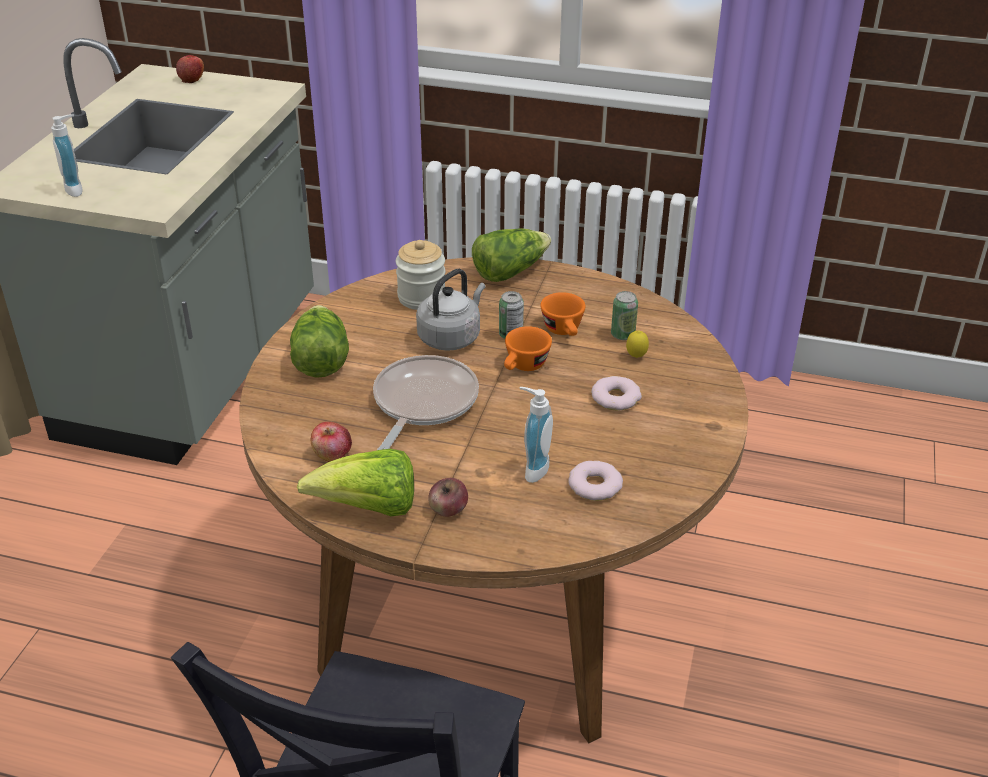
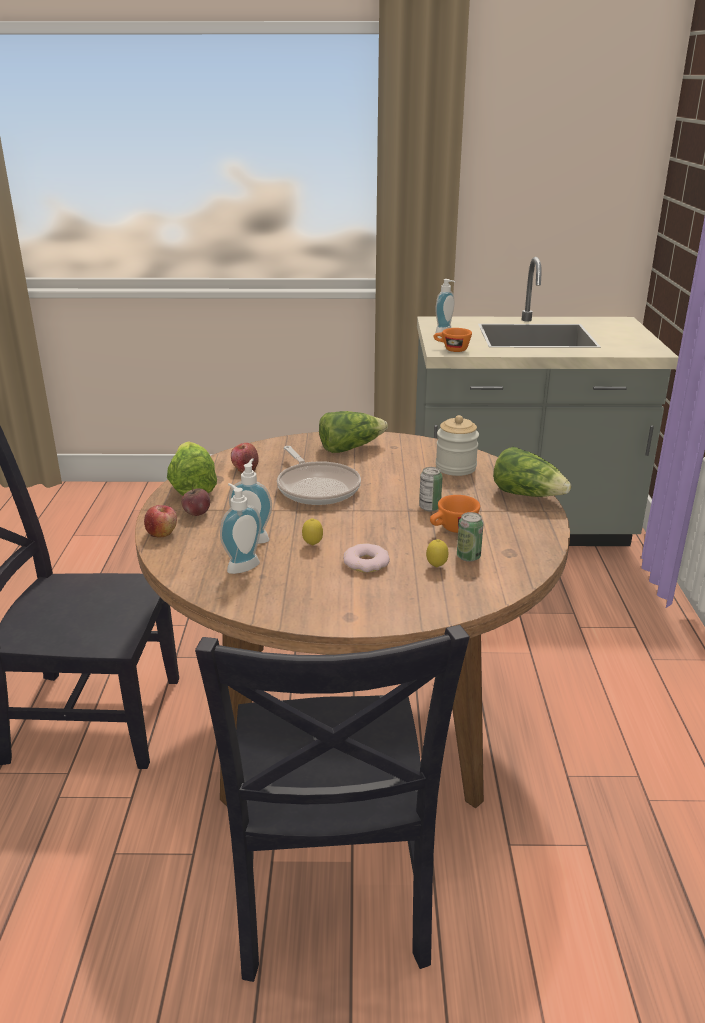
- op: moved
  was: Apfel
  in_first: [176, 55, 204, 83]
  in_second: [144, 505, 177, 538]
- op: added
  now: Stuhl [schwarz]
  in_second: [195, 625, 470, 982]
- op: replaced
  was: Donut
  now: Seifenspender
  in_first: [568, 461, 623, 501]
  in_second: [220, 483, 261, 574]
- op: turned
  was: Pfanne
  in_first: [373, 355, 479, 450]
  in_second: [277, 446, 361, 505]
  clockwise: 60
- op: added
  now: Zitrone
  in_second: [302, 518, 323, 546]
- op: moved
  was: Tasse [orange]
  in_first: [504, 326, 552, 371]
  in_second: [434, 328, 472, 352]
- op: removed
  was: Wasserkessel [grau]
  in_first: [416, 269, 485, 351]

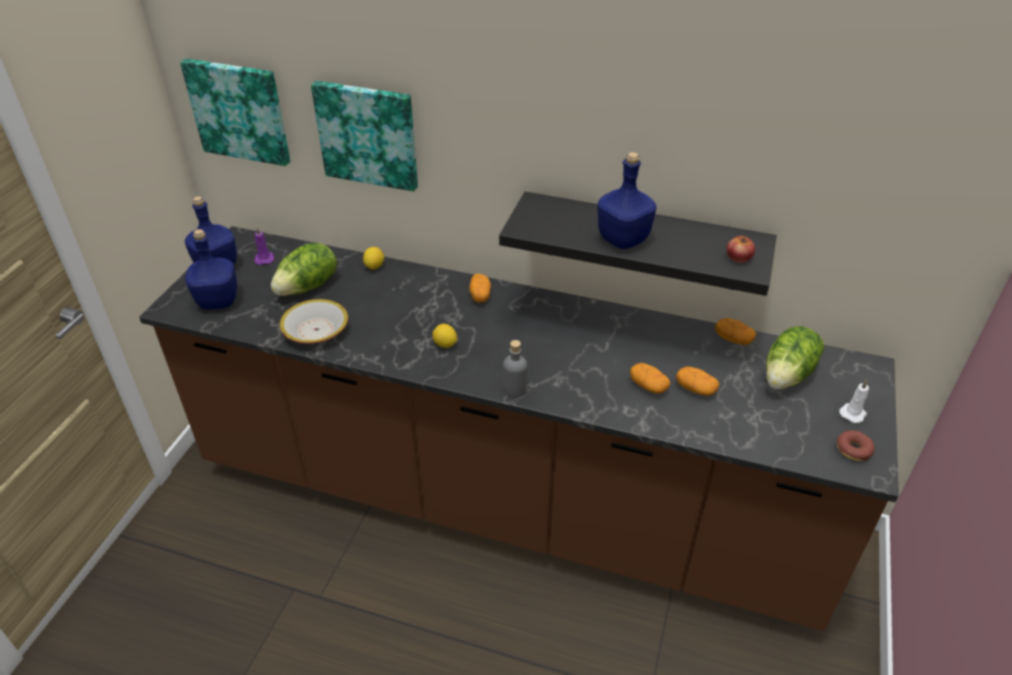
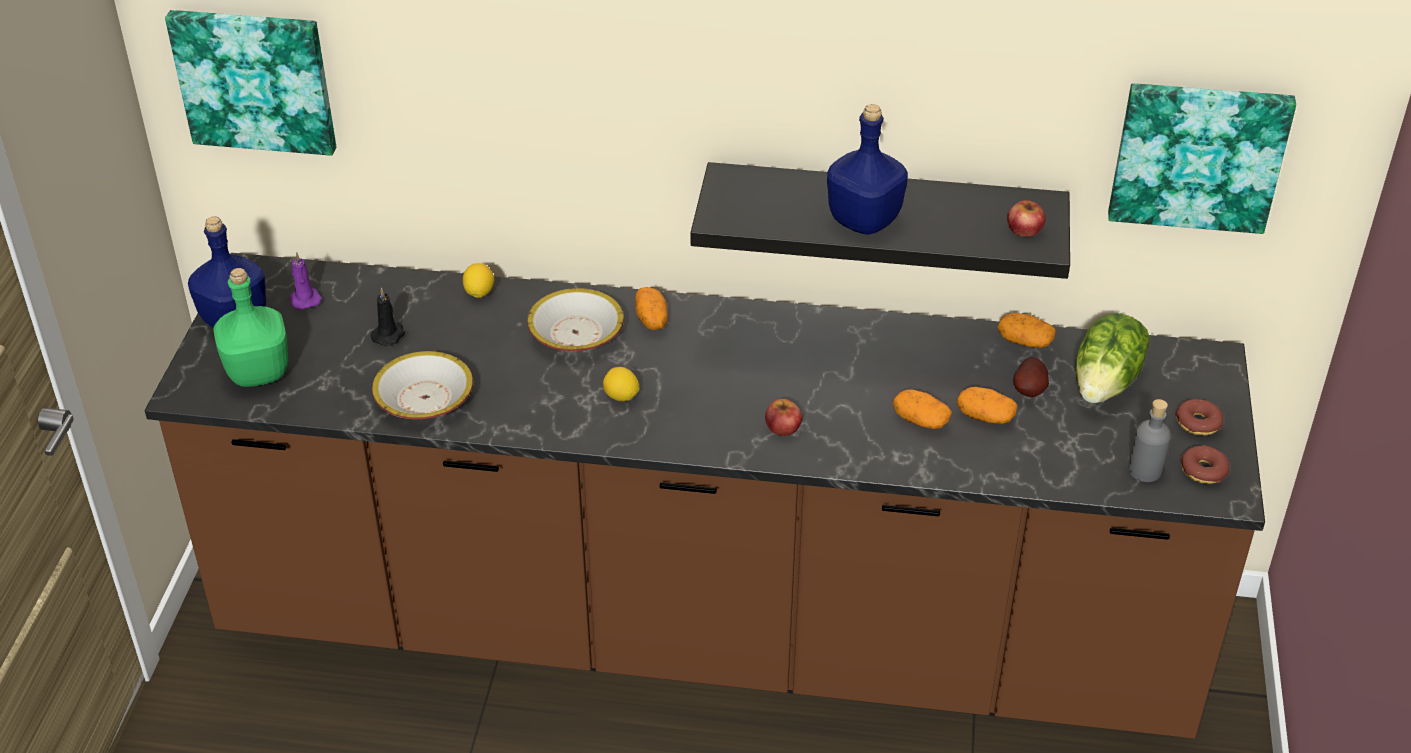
- op: recoloured
  was: Flasche [blau]
  now: Flasche [grün]
  in_first: [186, 229, 237, 310]
  in_second: [214, 268, 288, 387]
- op: replaced
  was: Salatkopf
  now: Kerze [schwarz]
  in_first: [271, 243, 337, 296]
  in_second: [370, 287, 405, 346]
- op: added
  now: Schüssel
  in_second: [527, 288, 624, 351]
- op: added
  now: Apfel
  in_second: [765, 399, 803, 436]
- op: added
  now: Kartoffel
  in_second: [1013, 357, 1049, 397]
- op: moved
  was: Bild
  in_first: [311, 81, 418, 192]
  in_second: [1108, 83, 1296, 234]
- op: moved
  was: Flasche [grau]
  in_first: [503, 340, 527, 398]
  in_second: [1128, 399, 1171, 482]
- op: replaced
  was: Kerze [weiß]
  now: Donut
  in_first: [839, 380, 869, 423]
  in_second: [1175, 399, 1223, 436]

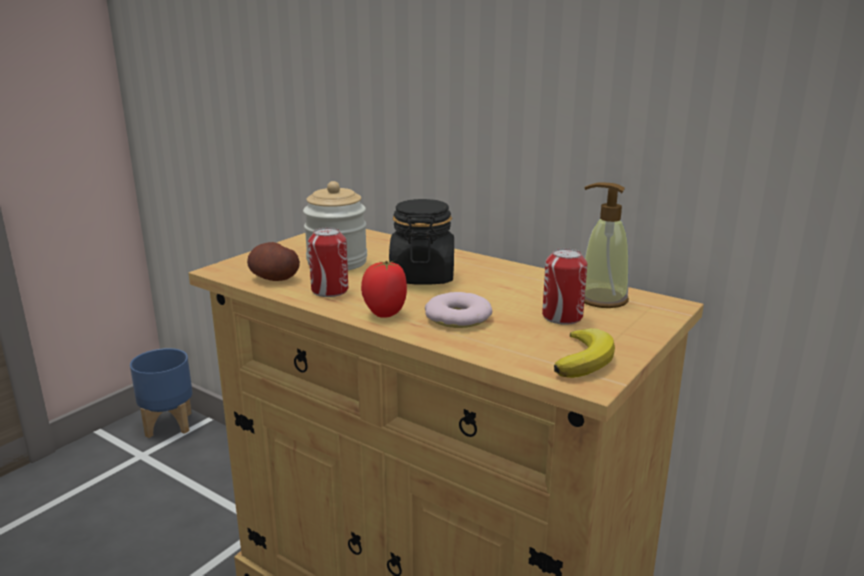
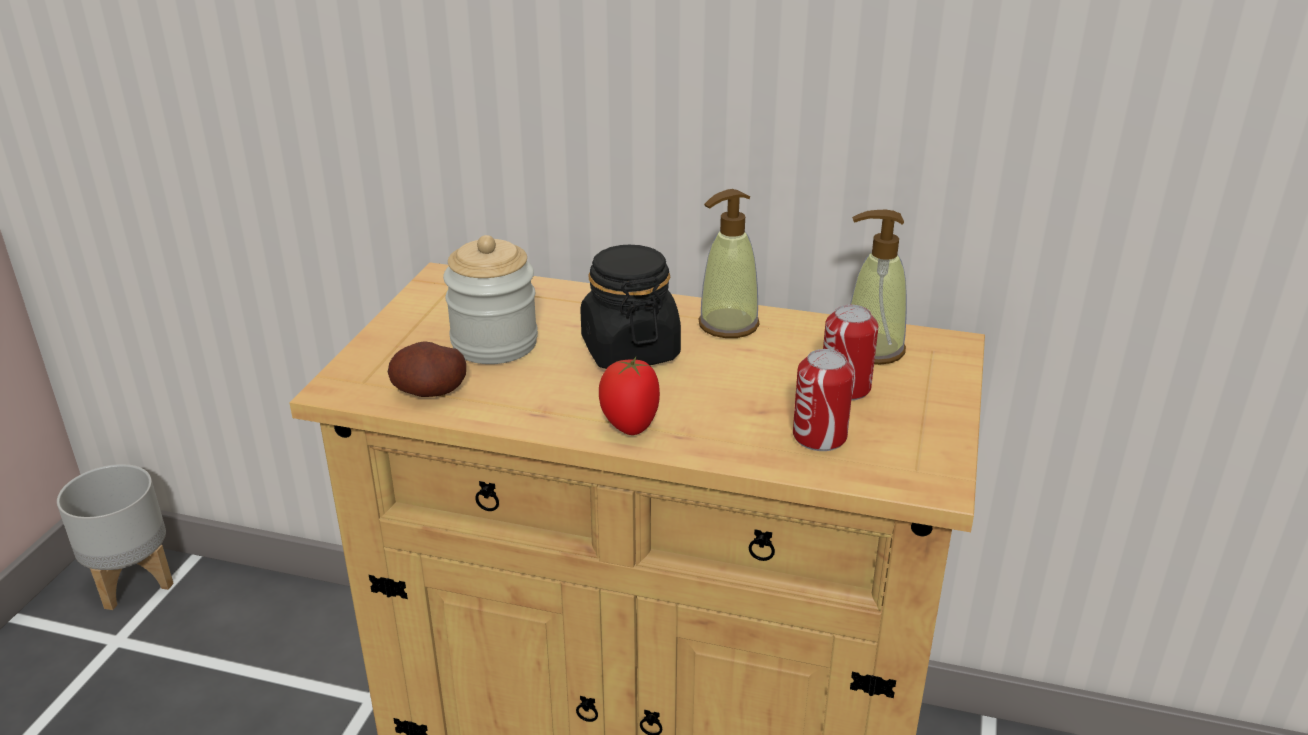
- op: recoloured
  was: Pflanzkübel [blau]
  now: Pflanzkübel [grau]
  in_first: [130, 348, 193, 438]
  in_second: [57, 464, 174, 610]
- op: added
  now: Seifenspender
  in_second: [699, 189, 760, 338]
- op: moved
  was: Dose
  in_first: [308, 227, 348, 297]
  in_second: [793, 349, 854, 451]
- op: removed
  was: Donut
  in_first: [425, 292, 492, 328]
- op: removed
  was: Banane
  in_first: [554, 328, 615, 378]

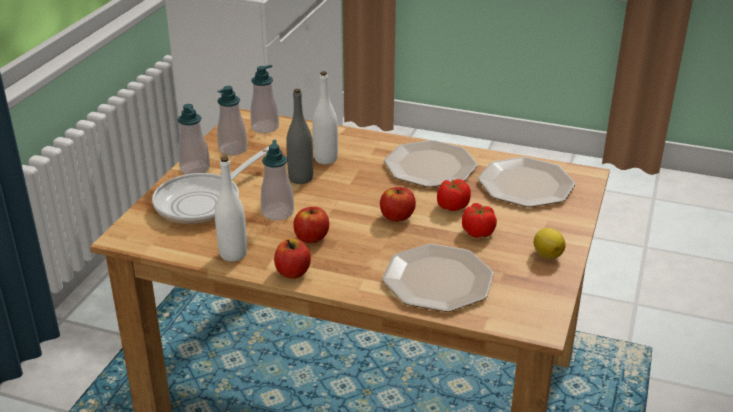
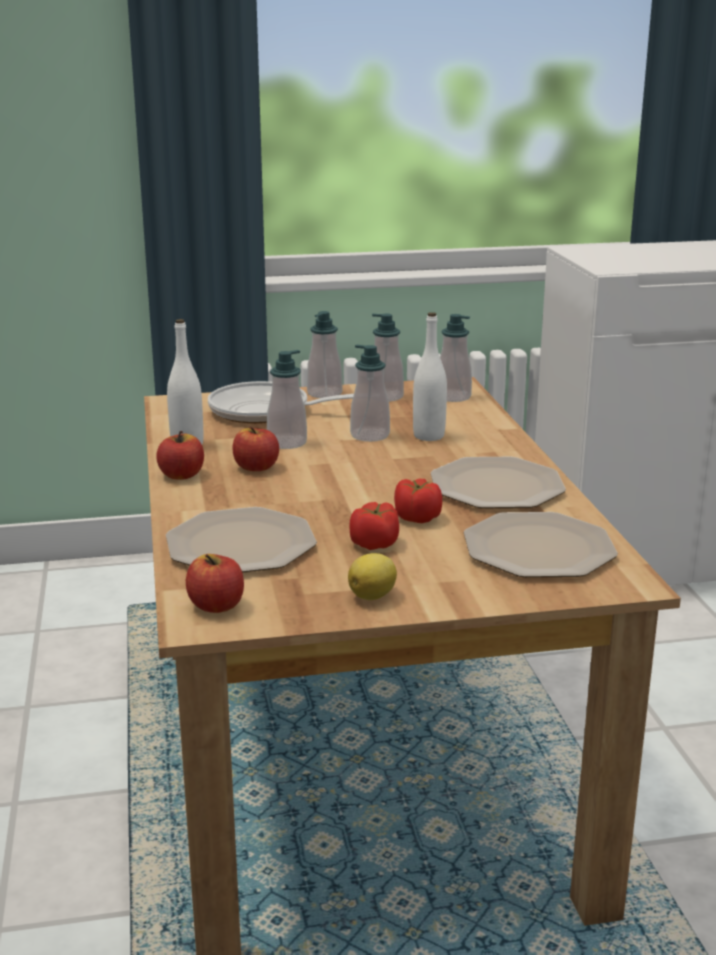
- op: moved
  was: Apfel
  in_first: [380, 187, 416, 222]
  in_second: [186, 554, 244, 613]
- op: replaced
  was: Flasche [grau]
  now: Seifenspender
  in_first: [286, 89, 313, 184]
  in_second: [350, 345, 390, 442]

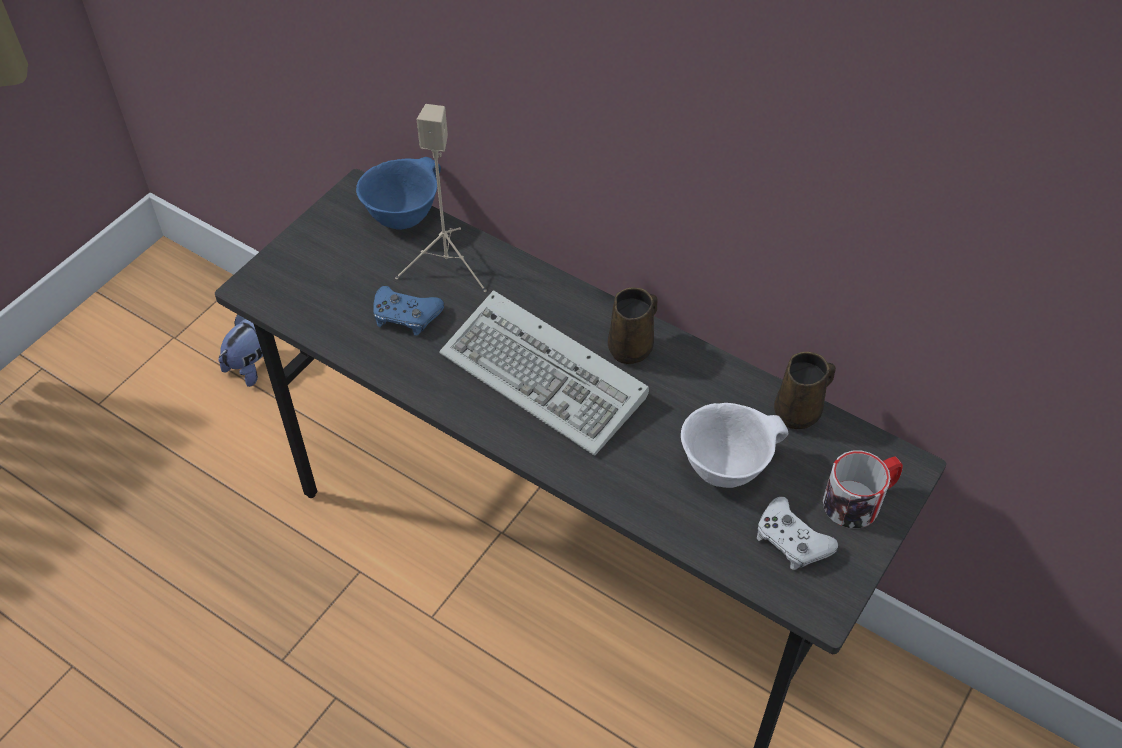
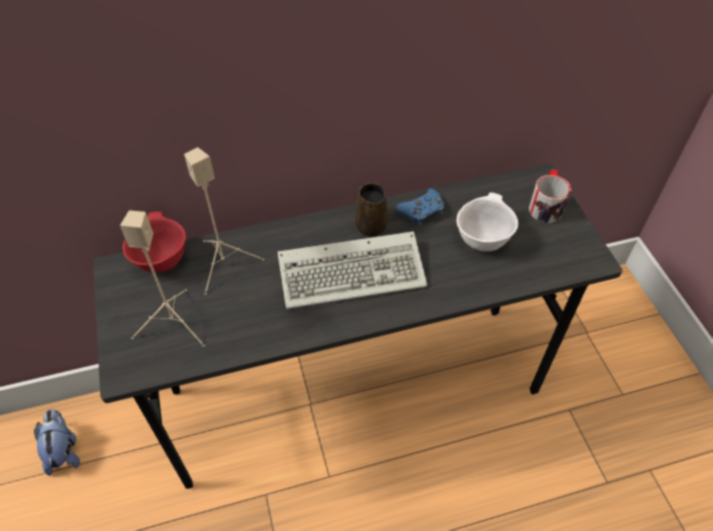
- op: added
  now: Lautsprecher [beige]
  in_second: [120, 210, 205, 347]
- op: recoloured
  was: Schüssel [blau]
  now: Schüssel [rot]
  in_first: [356, 157, 441, 230]
  in_second: [123, 211, 186, 273]
- op: moved
  was: Gamepad [blau]
  in_first: [373, 286, 444, 336]
  in_second: [396, 189, 444, 225]
- op: removed
  was: Gamepad [weiß]
  in_first: [757, 497, 838, 570]
- op: removed
  was: Henkelbecher [braun]
  in_first: [774, 352, 836, 429]

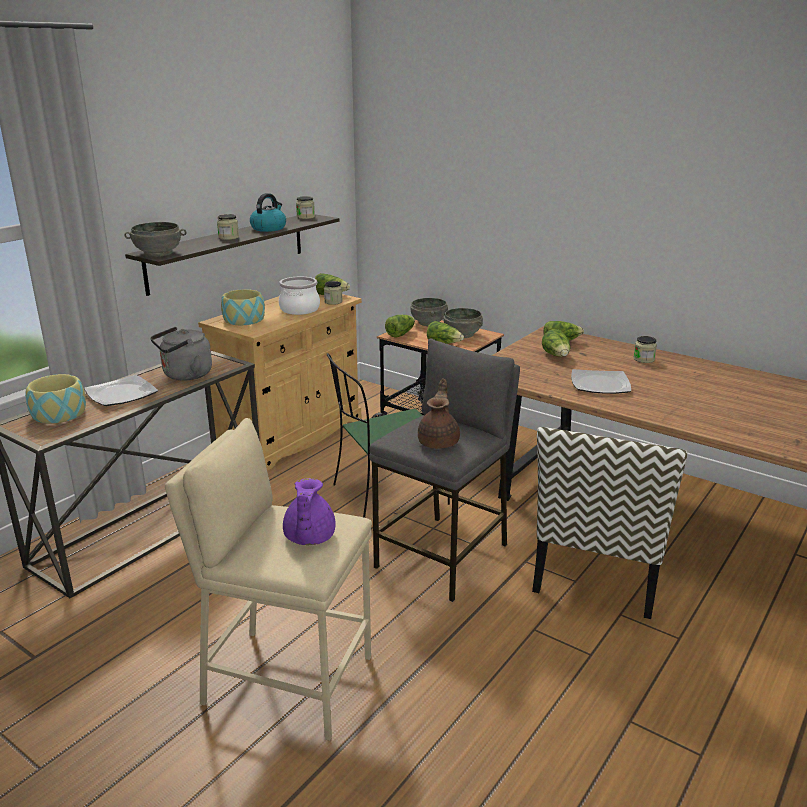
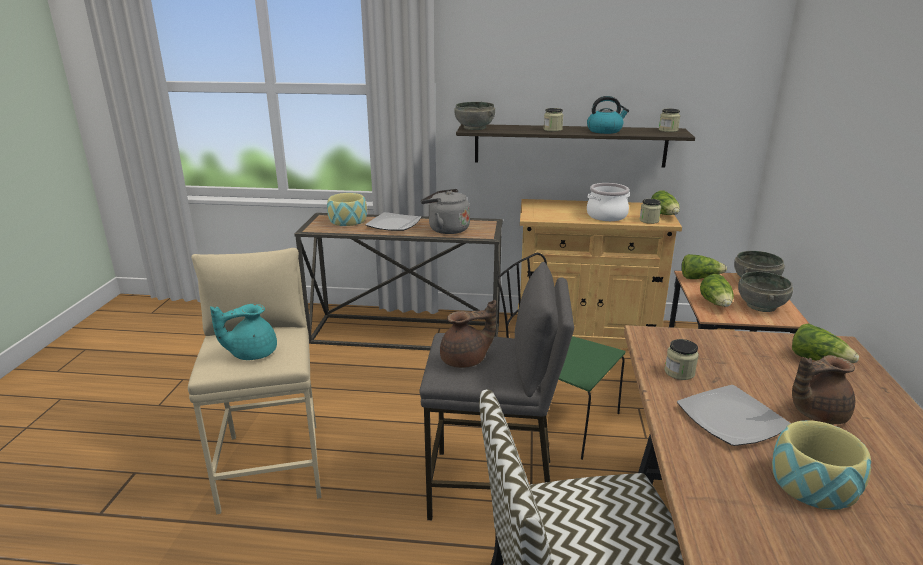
- op: recoloured
  was: Teekanne [lila]
  now: Teekanne [türkis]
  in_first: [283, 478, 336, 545]
  in_second: [210, 304, 277, 360]
- op: moved
  was: Vorratsglas
  in_first: [634, 336, 657, 363]
  in_second: [665, 339, 699, 380]
- op: moved
  was: Schüssel
  in_first: [221, 289, 265, 325]
  in_second: [772, 420, 871, 510]
- op: added
  now: Teekanne [braun]
  in_second: [792, 355, 855, 424]
- op: removed
  was: Salatkopf
  in_first: [542, 329, 571, 357]

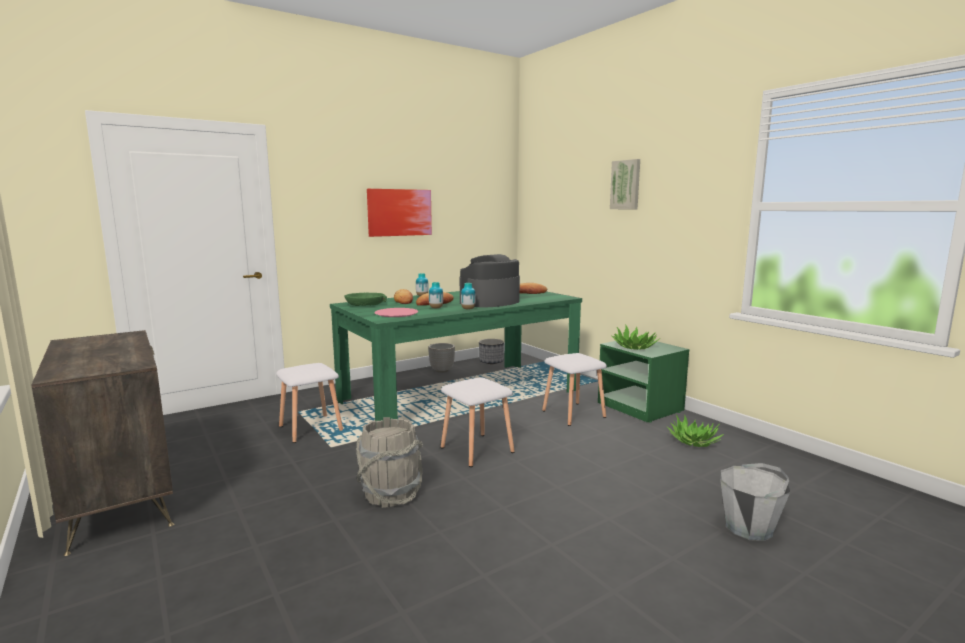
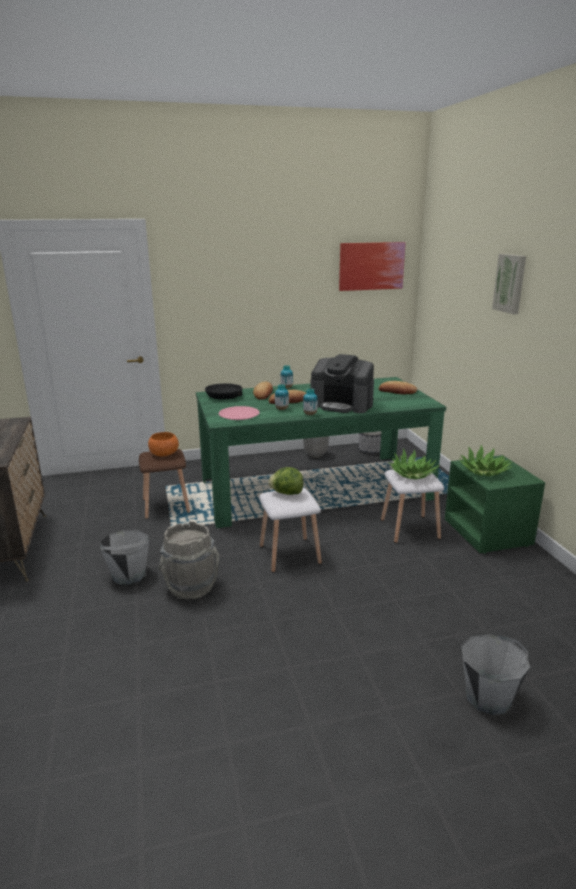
- op: added
  now: Eimer [grau]
  in_second: [100, 530, 149, 585]
- op: recoloured
  was: Hocker [weiß]
  now: Hocker [braun]
  in_first: [276, 363, 343, 443]
  in_second: [139, 449, 190, 519]
- op: added
  now: Schüssel [orange]
  in_second: [148, 432, 179, 456]
- op: recoloured
  was: Schüssel [grün]
  now: Schüssel [schwarz]
  in_first: [344, 293, 387, 306]
  in_second: [205, 383, 242, 400]
- op: added
  now: Salatkopf
  in_second: [268, 467, 303, 495]
- op: turned
  was: Kaffeemaschine
  in_first: [460, 254, 520, 308]
  in_second: [310, 354, 374, 413]
  clockwise: -135
- op: moved
  was: Bild
  in_first: [367, 189, 432, 237]
  in_second: [339, 242, 406, 291]
- op: moved
  was: Topfpflanze
  in_first: [667, 415, 724, 447]
  in_second: [388, 449, 439, 480]

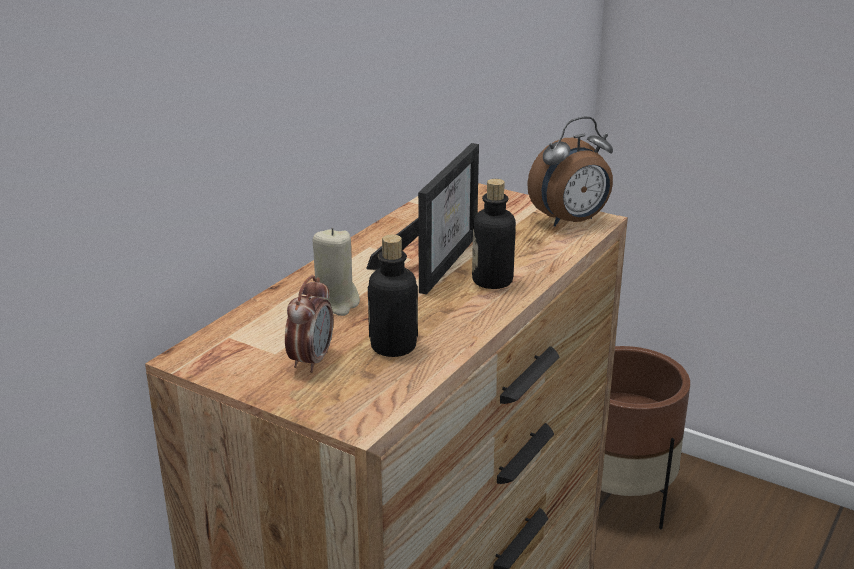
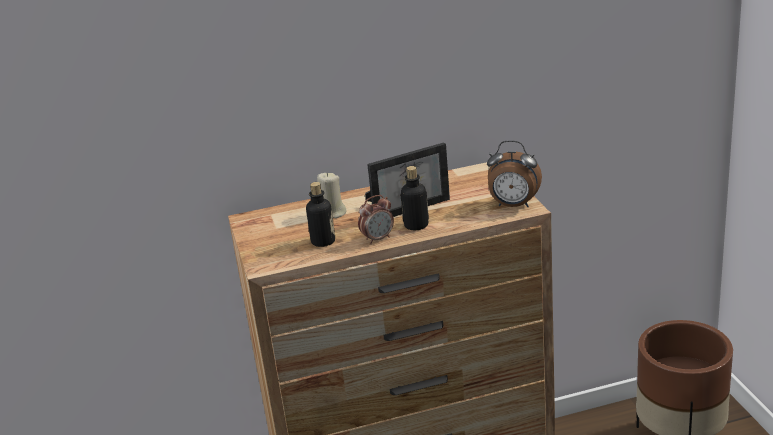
- op: moved
  was: Wecker
  in_first: [285, 275, 334, 373]
  in_second: [358, 195, 394, 244]

